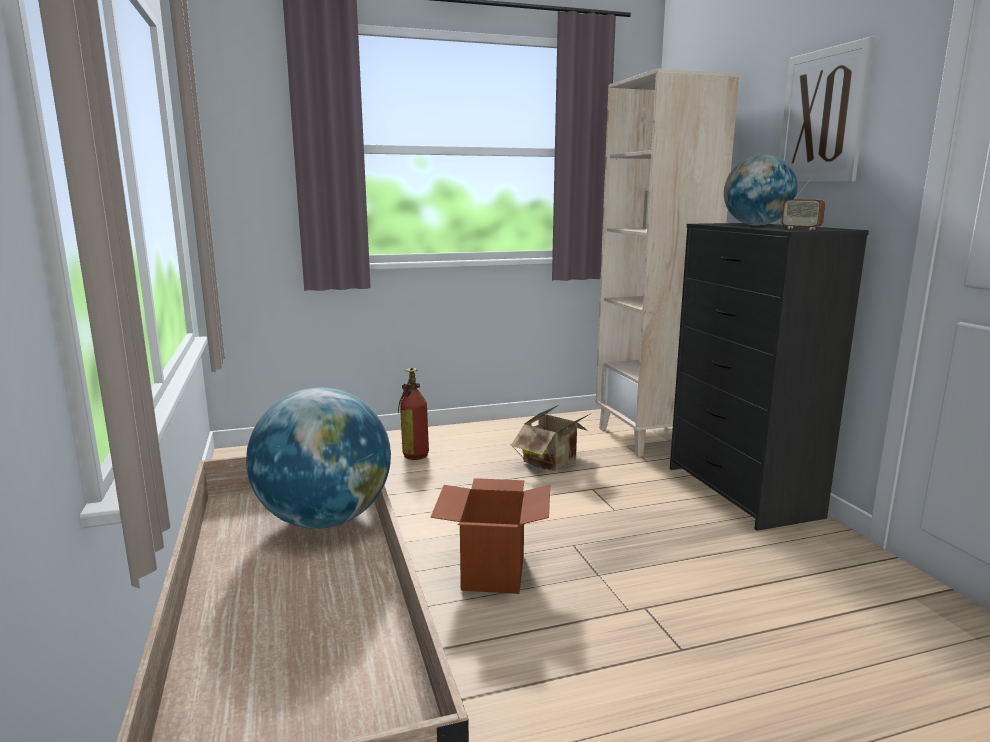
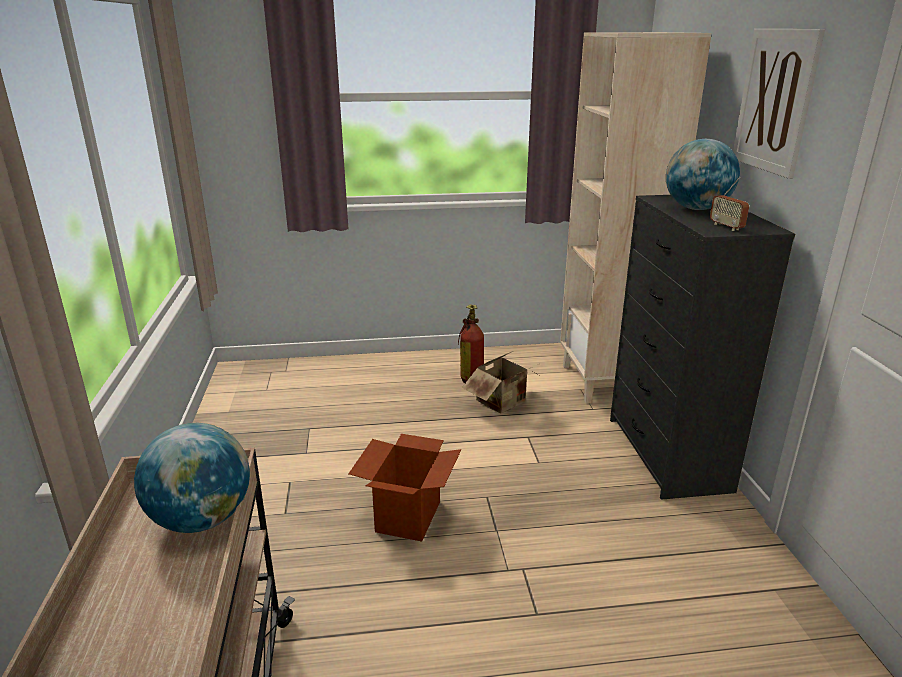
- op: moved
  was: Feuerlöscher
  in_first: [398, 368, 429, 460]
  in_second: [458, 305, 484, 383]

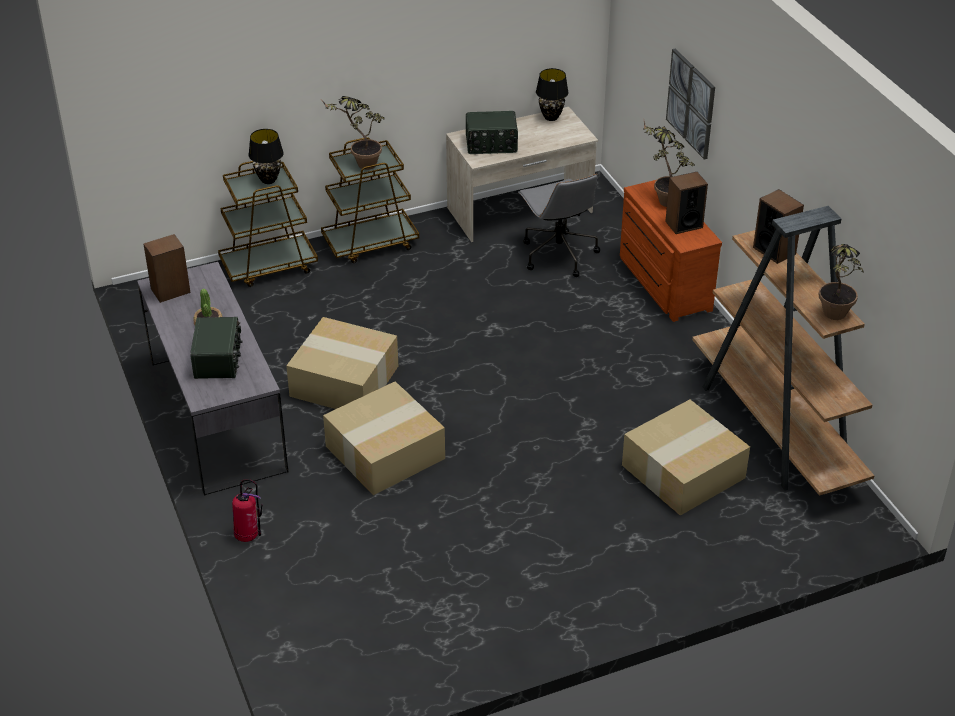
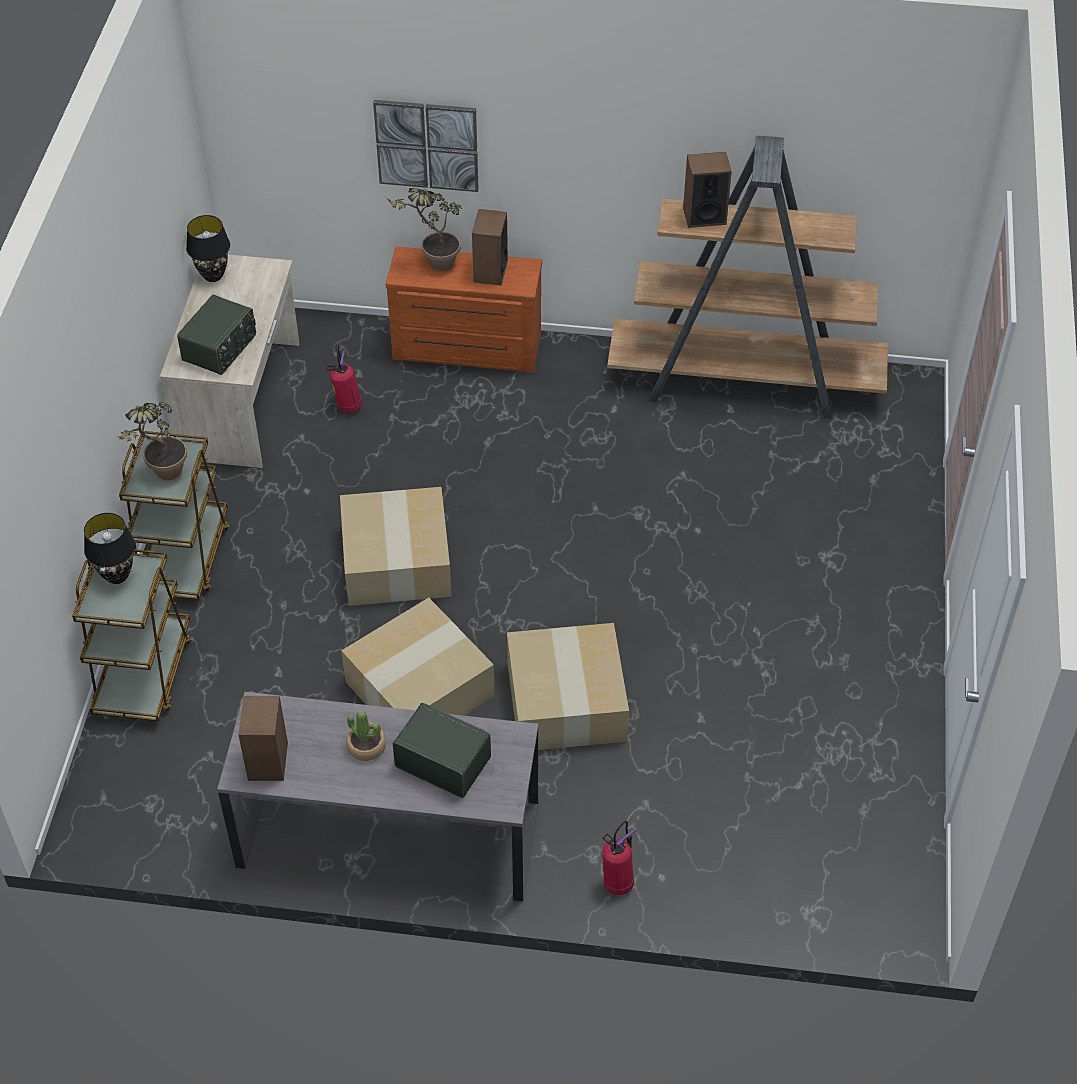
- op: replaced
  was: Bürostuhl [grau]
  now: Feuerlöscher
  in_first: [518, 174, 600, 277]
  in_second: [326, 344, 362, 413]
- op: moved
  was: Karton
  in_first: [622, 399, 750, 516]
  in_second: [340, 487, 452, 606]
- op: removed
  was: Topfpflanze
  in_first: [819, 244, 864, 320]

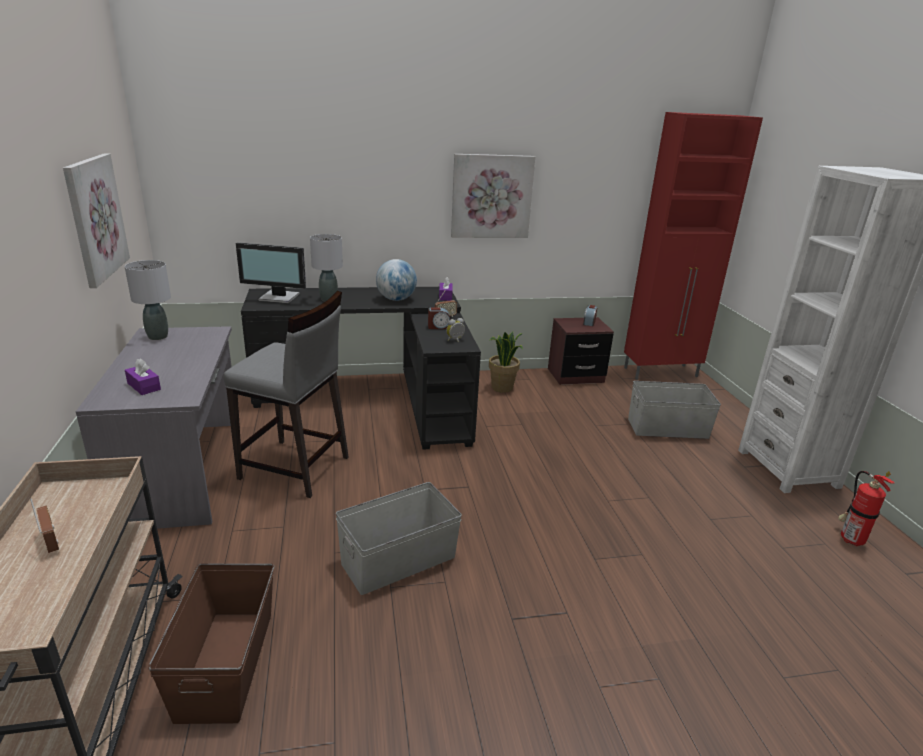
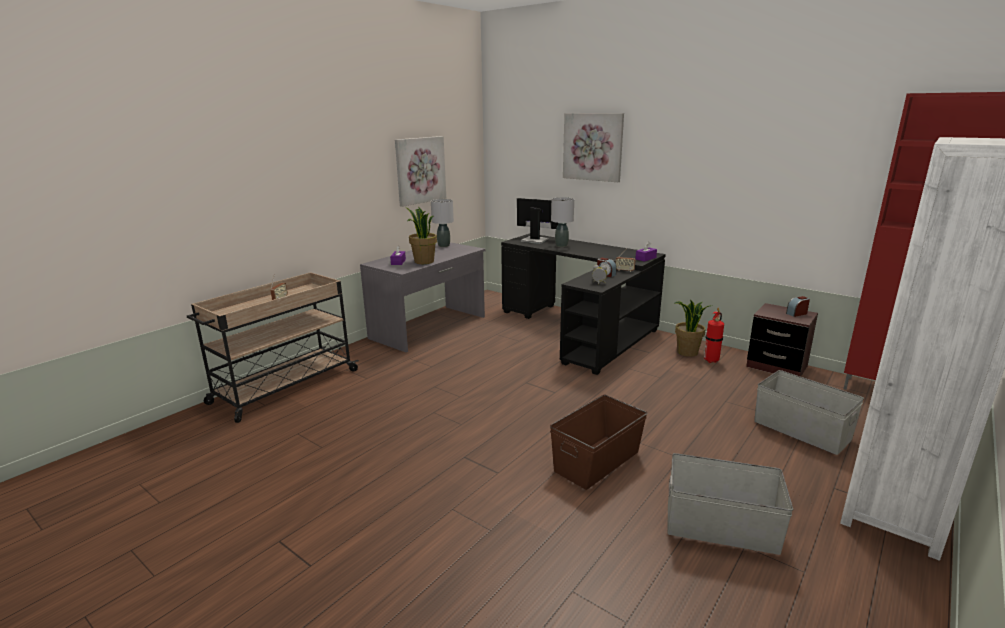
- op: added
  now: Topfpflanze
  in_second: [406, 207, 437, 264]
- op: turned
  was: Monitor
  in_first: [236, 242, 306, 303]
  in_second: [517, 198, 558, 244]
  clockwise: 150
- op: moved
  was: Aufbewahrungsbox [braun]
  in_first: [148, 563, 274, 724]
  in_second: [550, 395, 647, 490]
- op: moved
  was: Bild
  in_first: [451, 154, 535, 238]
  in_second: [563, 113, 624, 182]
- op: moved
  was: Aufbewahrungsbox [grau]
  in_first: [336, 482, 462, 595]
  in_second: [667, 453, 793, 555]
- op: moved
  was: Feuerlöscher
  in_first: [838, 471, 895, 547]
  in_second: [704, 308, 724, 363]
- op: removed
  was: Hocker [grau]
  in_first: [224, 291, 349, 498]
- op: removed
  was: Globus
  in_first: [376, 259, 417, 301]

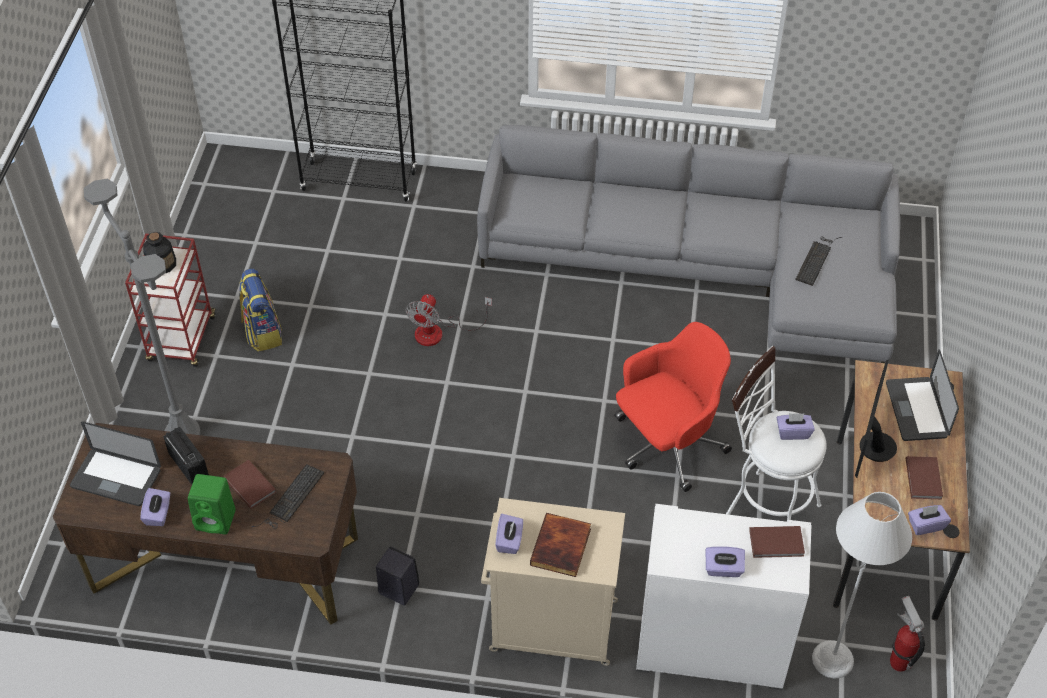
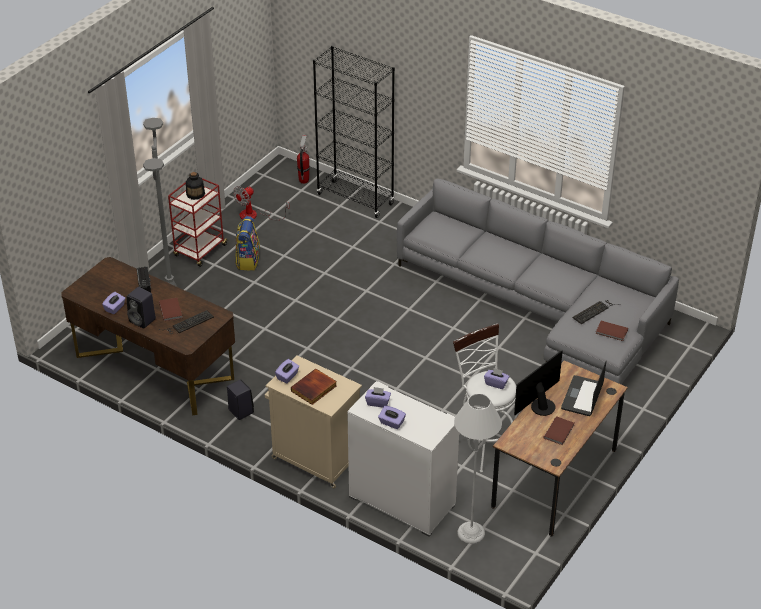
- op: recoloured
  was: Lautsprecher [grün]
  now: Lautsprecher [schwarz]
  in_first: [188, 474, 236, 534]
  in_second: [127, 287, 156, 329]
- op: moved
  was: Ventilator
  in_first: [405, 294, 492, 346]
  in_second: [233, 186, 290, 220]
- op: moved
  was: Feuerlöscher
  in_first: [890, 596, 925, 672]
  in_second: [297, 135, 310, 184]
- op: moved
  was: Taschentuchbox [lila]
  in_first: [908, 505, 951, 535]
  in_second: [365, 387, 391, 408]
- op: moved
  was: Buch [braun]
  in_first: [749, 526, 805, 558]
  in_second: [596, 321, 628, 341]
- op: removed
  was: Laptop
  in_first: [70, 421, 161, 506]
- op: removed
  was: Bürostuhl [rot]
  in_first: [614, 322, 732, 492]

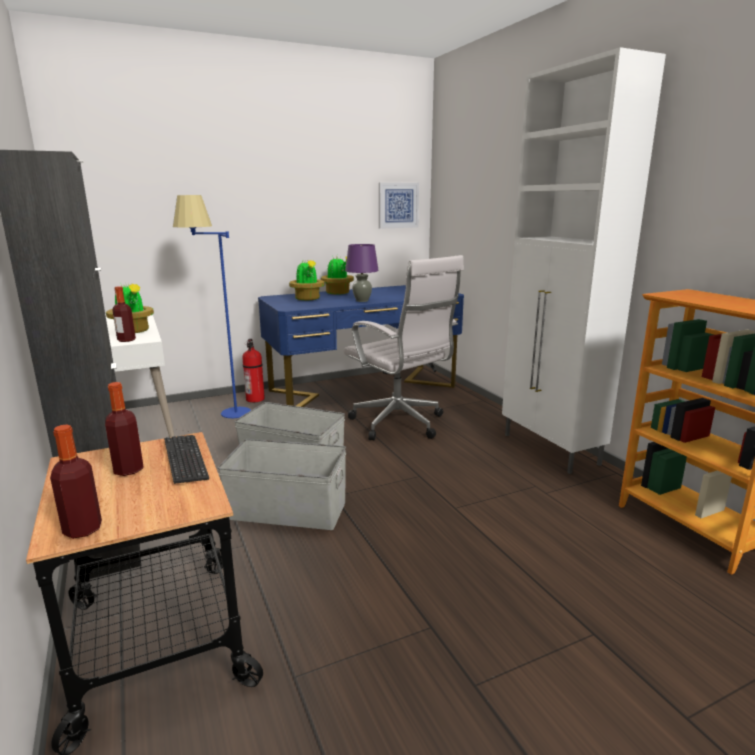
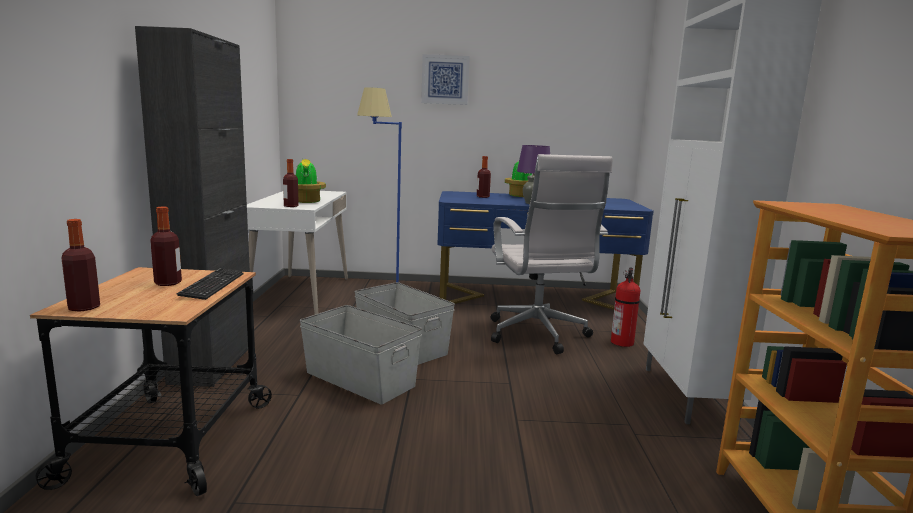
- op: moved
  was: Bild
  in_first: [379, 182, 419, 229]
  in_second: [421, 54, 470, 105]
- op: replaced
  was: Topfpflanze
  now: Flasche
  in_first: [289, 260, 324, 300]
  in_second: [477, 156, 491, 198]
- op: moved
  was: Feuerlöscher
  in_first: [242, 339, 265, 402]
  in_second: [611, 267, 640, 347]

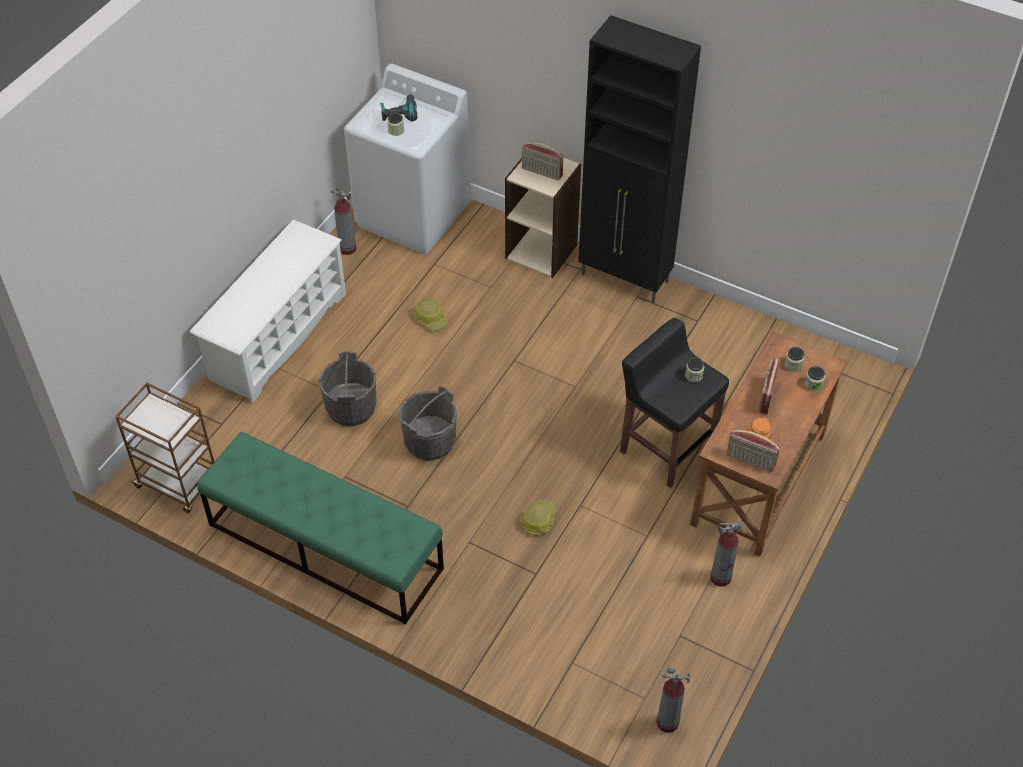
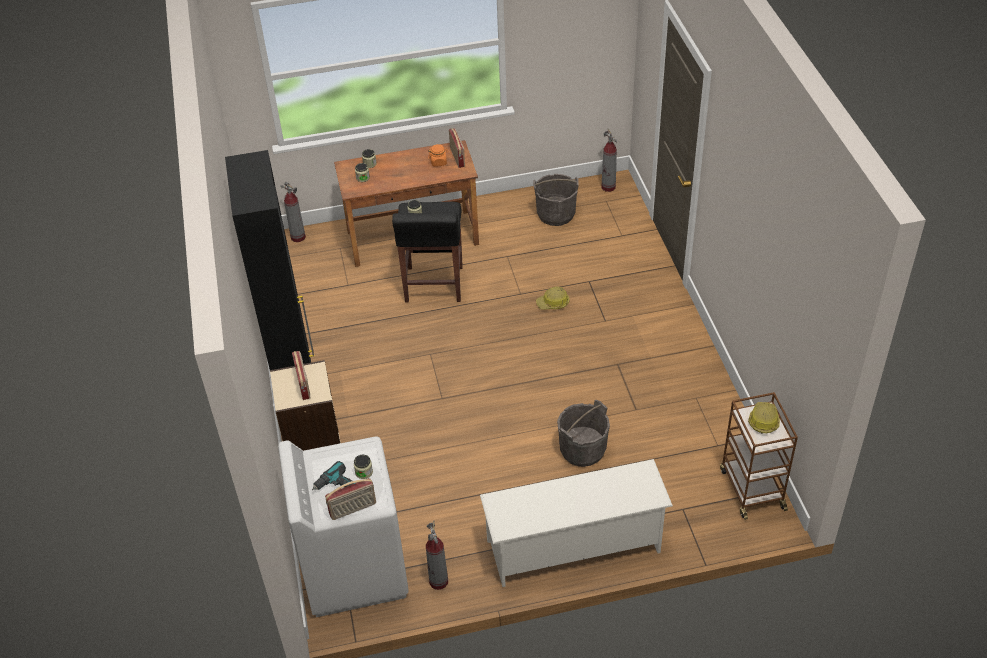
- op: moved
  was: Feuerlöscher
  in_first: [710, 522, 743, 587]
  in_second: [280, 182, 306, 242]
- op: moved
  was: Radio
  in_first: [759, 358, 781, 414]
  in_second: [325, 478, 376, 520]
- op: moved
  was: Eimer [grau]
  in_first: [399, 386, 457, 461]
  in_second: [533, 174, 579, 226]
- op: moved
  was: Schutzhelm
  in_first: [414, 298, 448, 331]
  in_second: [748, 402, 780, 434]
- op: removed
  was: Bank [grün]
  in_first: [197, 432, 444, 624]

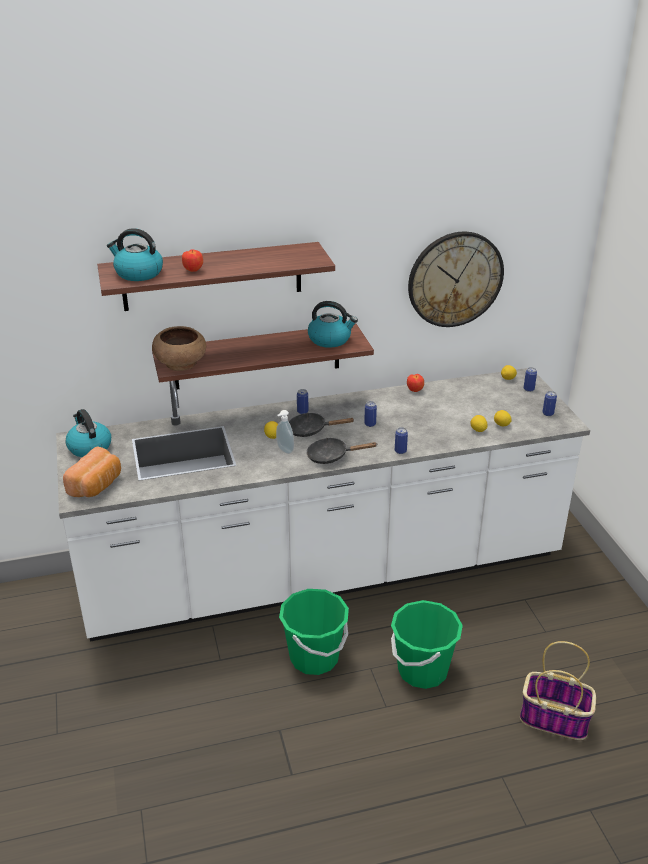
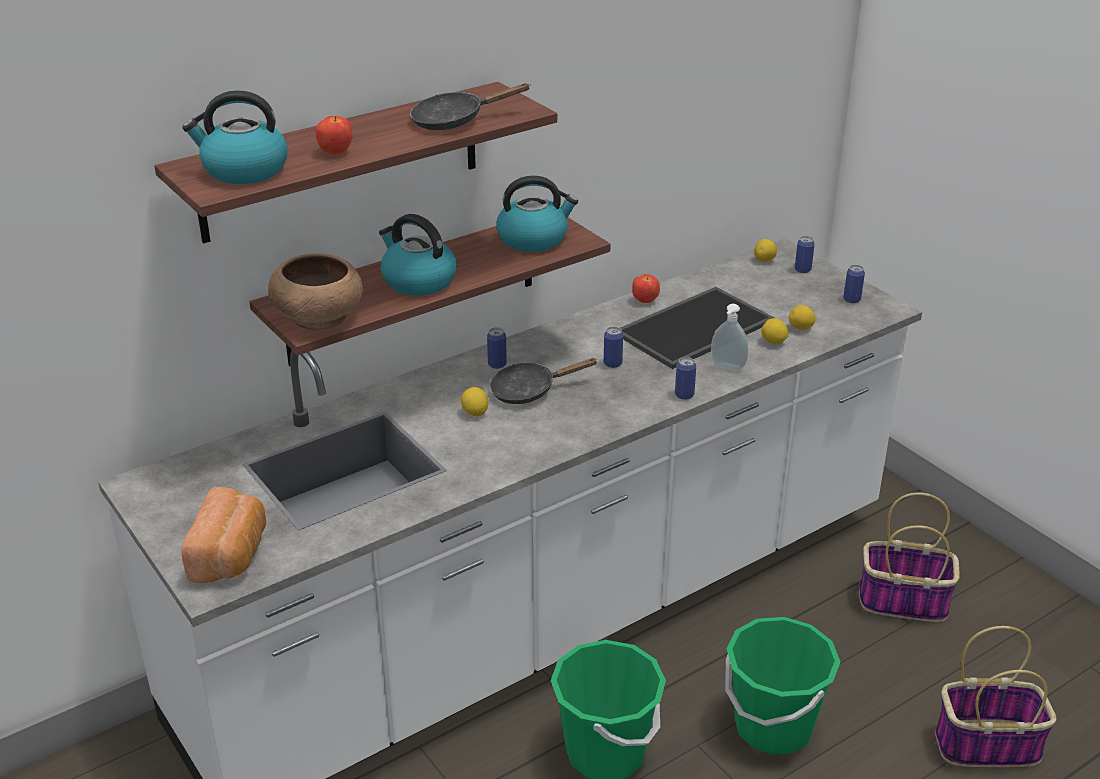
- op: moved
  was: Wasserkessel
  in_first: [65, 409, 111, 457]
  in_second: [379, 214, 457, 295]
- op: moved
  was: Pfanne [schwarz]
  in_first: [306, 438, 378, 464]
  in_second: [410, 83, 530, 130]
- op: added
  now: Tablett
  in_second: [620, 287, 775, 369]
- op: moved
  was: Seifenspender
  in_first: [276, 410, 294, 454]
  in_second: [711, 304, 748, 371]
- op: added
  now: Korb
  in_second: [859, 492, 960, 622]
- op: removed
  was: Wanduhr
  in_first: [408, 231, 504, 327]

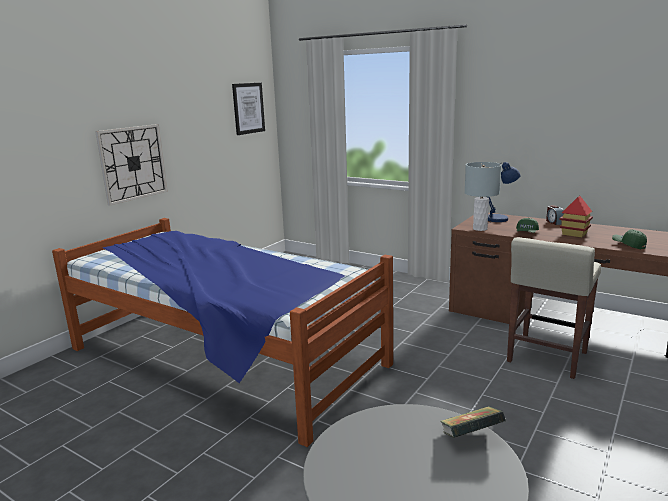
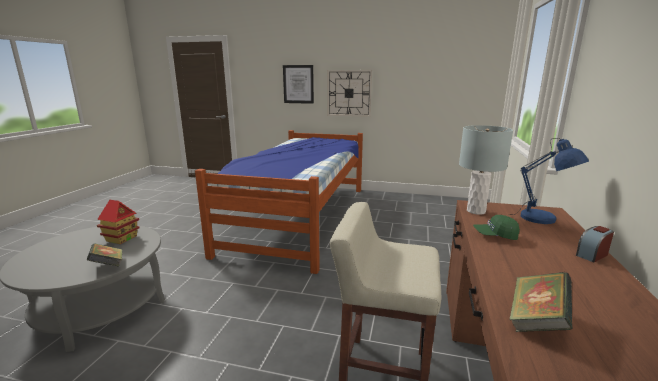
- op: moved
  was: Spielzeughaus
  in_first: [560, 196, 593, 237]
  in_second: [97, 200, 140, 244]
- op: moved
  was: Bild
  in_first: [232, 83, 265, 135]
  in_second: [283, 65, 314, 104]
- op: replaced
  was: Kappe [grün]
  now: Buch
  in_first: [612, 229, 647, 249]
  in_second: [510, 272, 572, 332]

